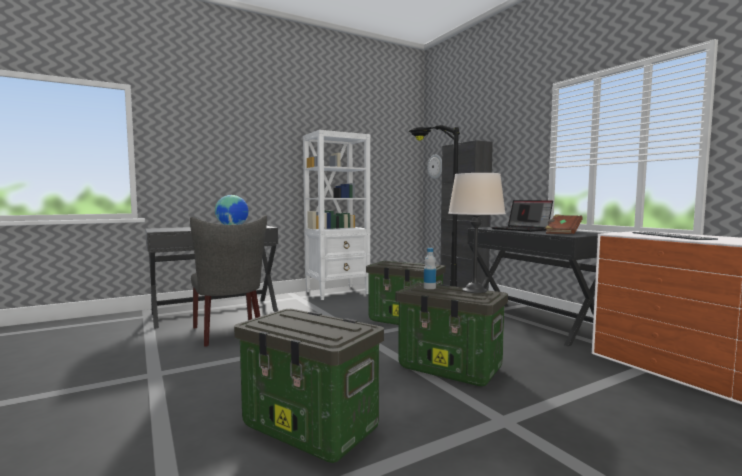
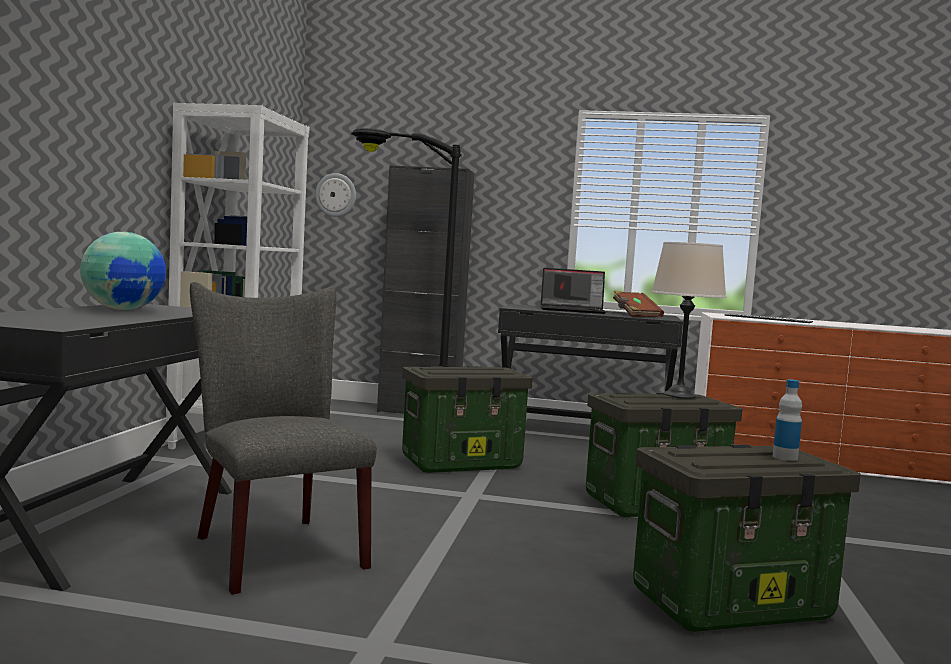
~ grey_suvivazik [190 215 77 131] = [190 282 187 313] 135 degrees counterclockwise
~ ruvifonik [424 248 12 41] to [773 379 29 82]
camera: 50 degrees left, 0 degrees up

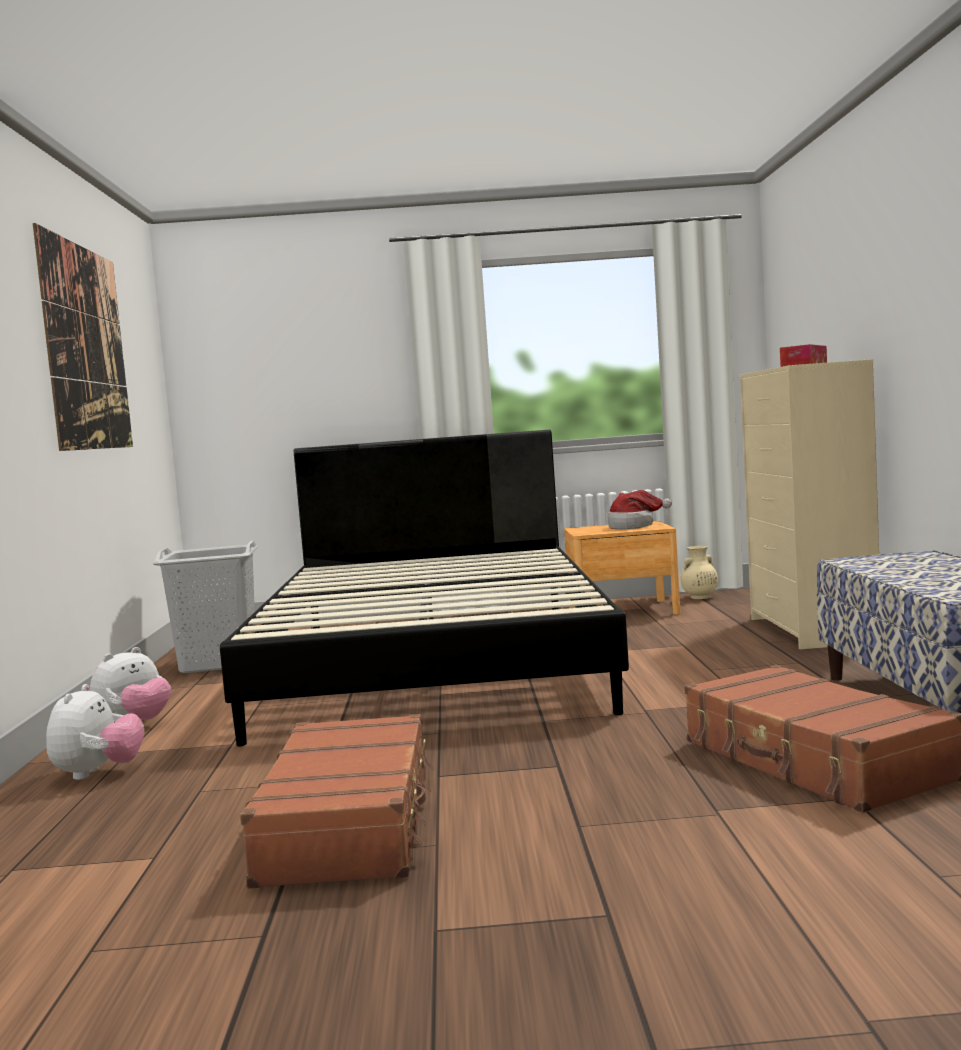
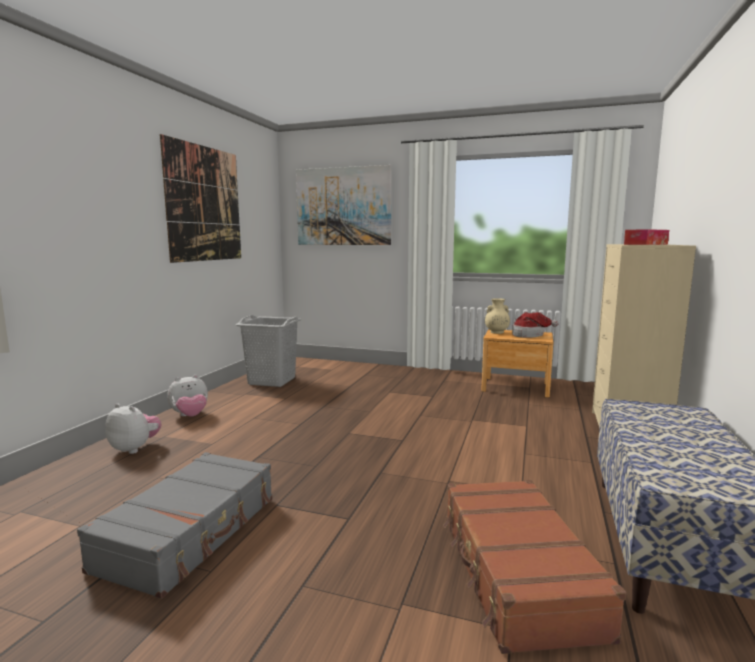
- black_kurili [220 430 409 316]
~ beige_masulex [680 546 38 53] to [485 298 25 36]
~ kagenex [46 684 98 96] = [105 404 56 50] 90 degrees counterclockwise
~ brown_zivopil [240 714 194 175] to grey_zivopil [77 452 195 147]
+ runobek [296 165 95 80]
camera: 20 degrees right, 5 degrees up

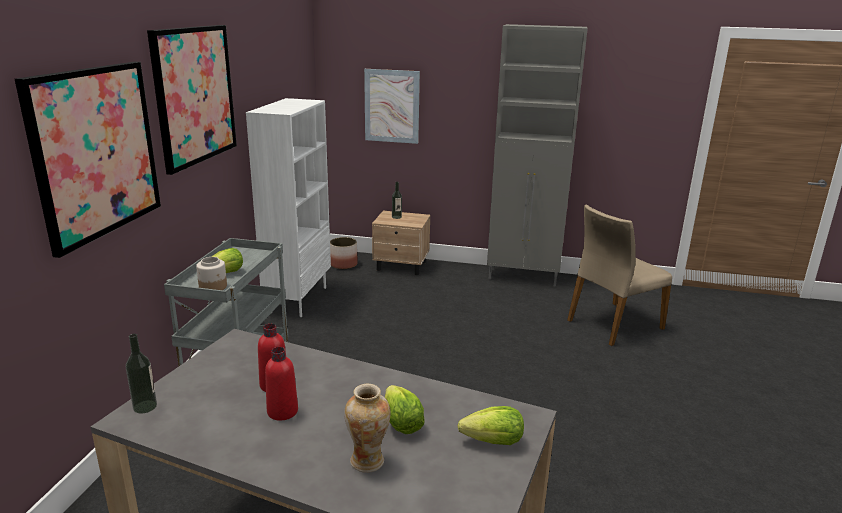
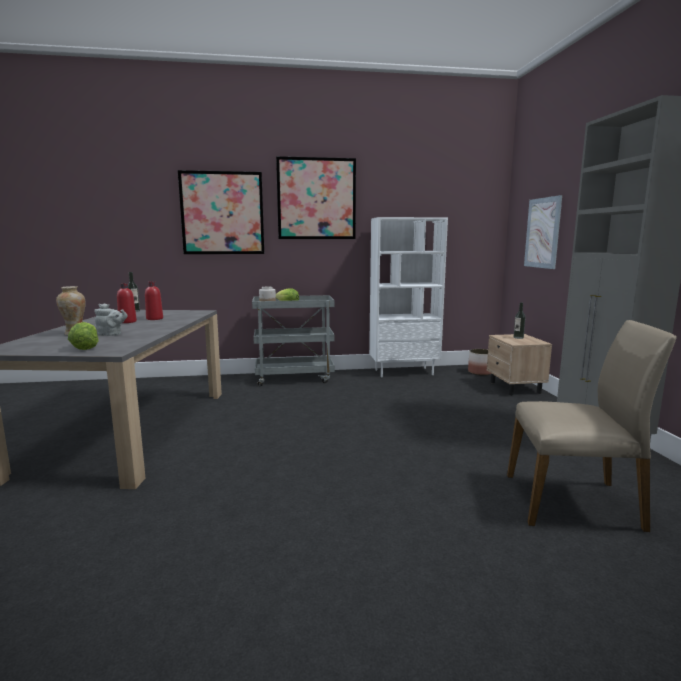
~ beige_suvivazik [567 205 105 141] = [507 320 170 212] 150 degrees clockwise
~ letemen [385 385 40 49] to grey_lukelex [94 303 33 33]
camera: 70 degrees right, 10 degrees down

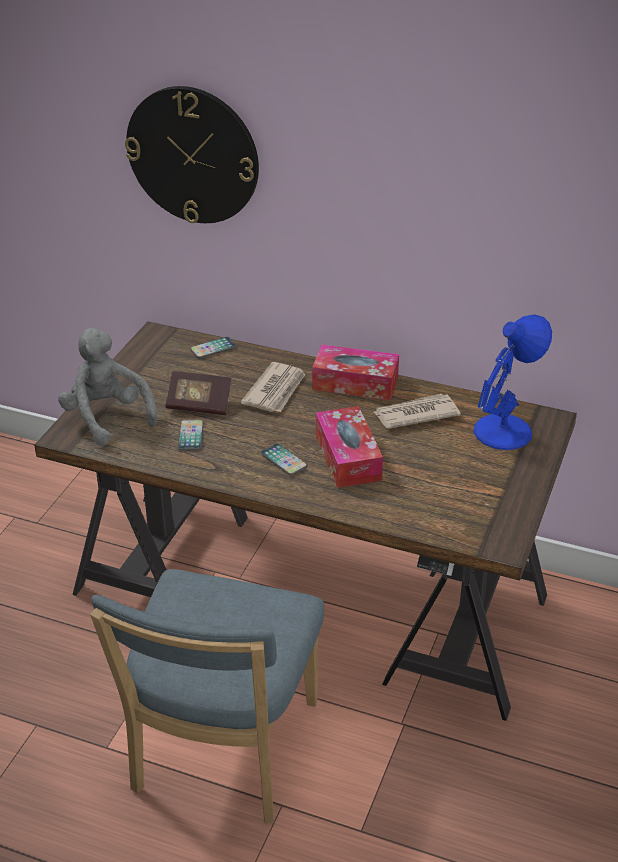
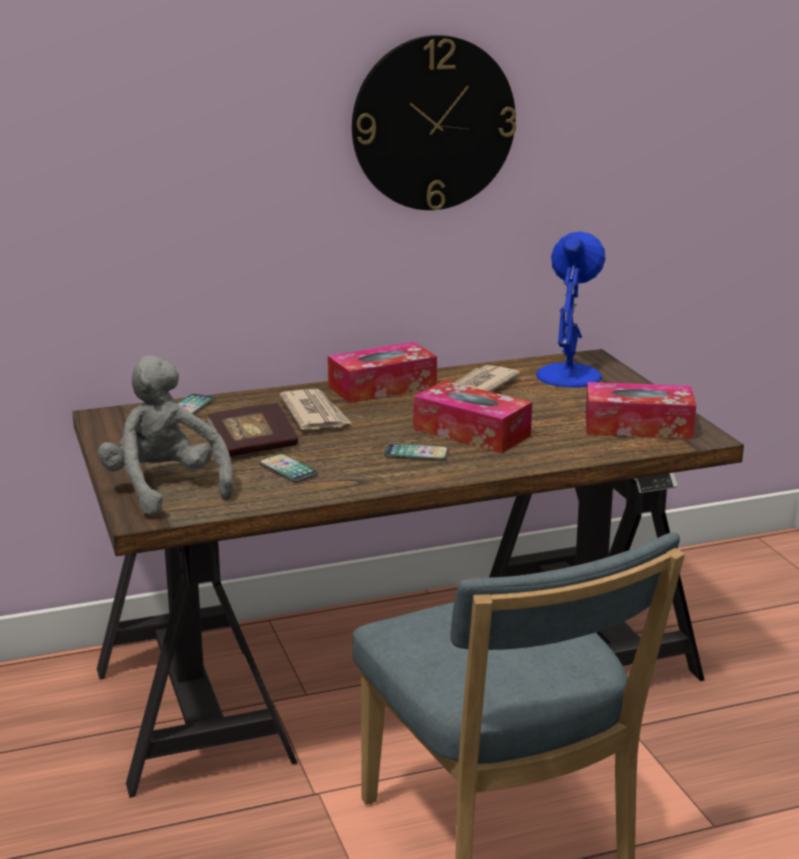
~ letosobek [125 86 134 137] to [352 35 164 175]
~ grey_kagenex [58 328 99 118] = [98 355 135 160] 45 degrees clockwise
+ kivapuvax [586 382 110 57]
camera: 40 degrees left, 15 degrees down

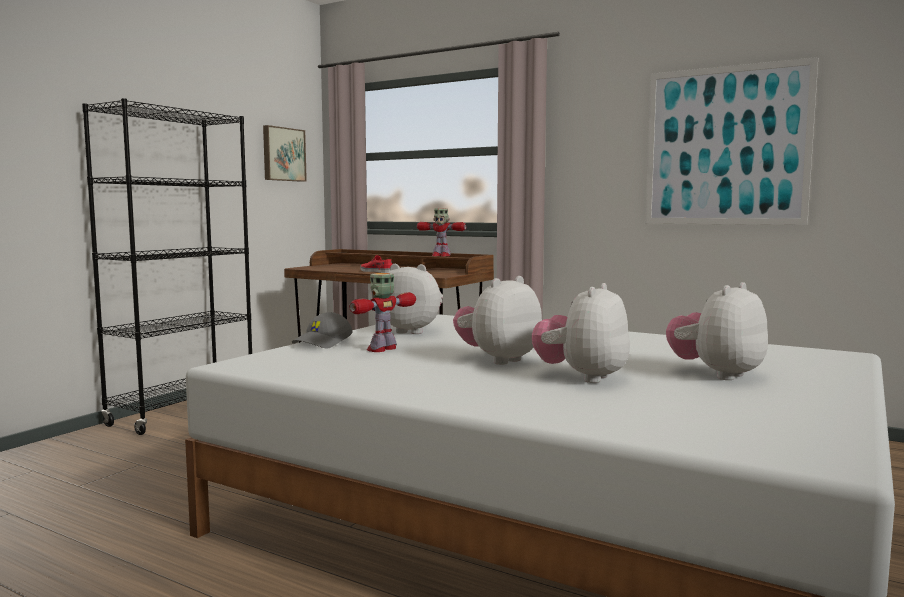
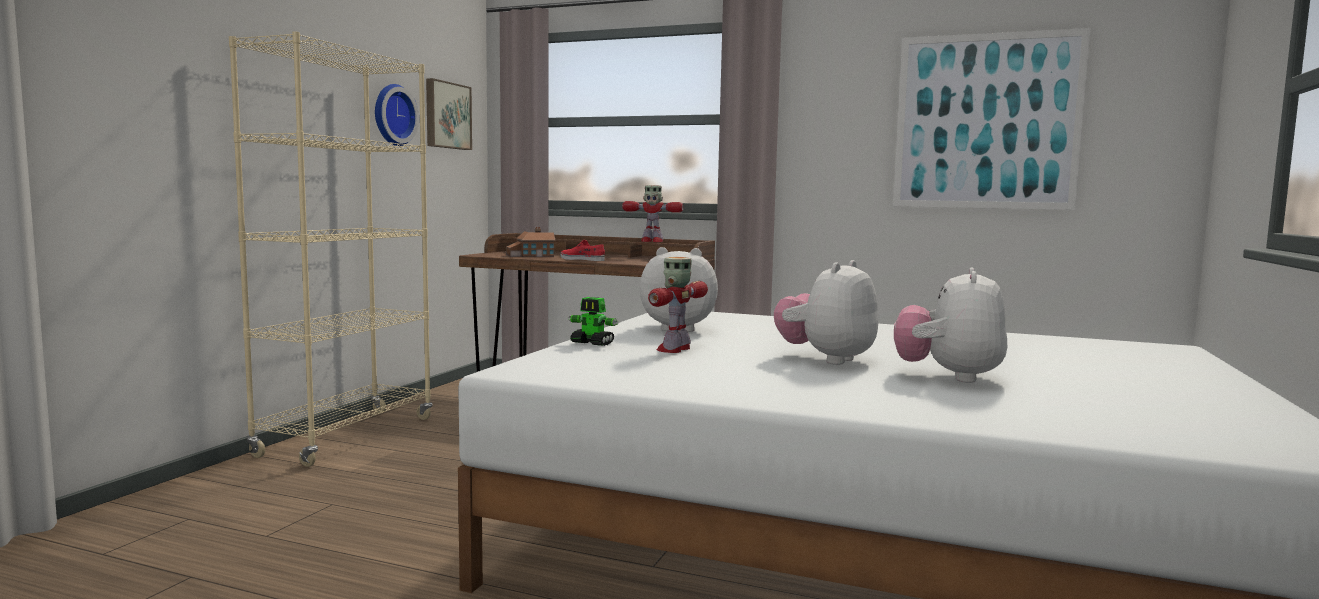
~ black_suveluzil [82 98 170 337] to beige_suveluzil [229 31 203 436]
- kagenex [666 282 102 98]
~ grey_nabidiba [292 312 61 37] to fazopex [568 297 50 49]
+ letosobek [375 84 44 62]
+ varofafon [506 227 49 30]
camera: 10 degrees left, 0 degrees up

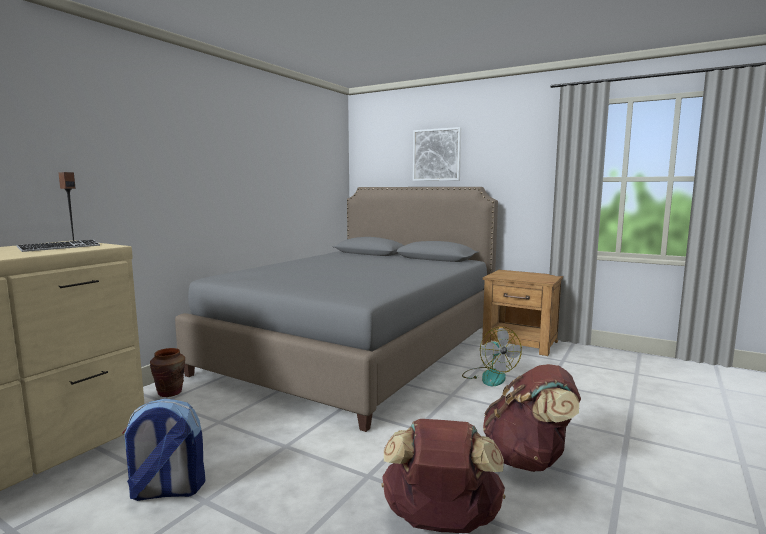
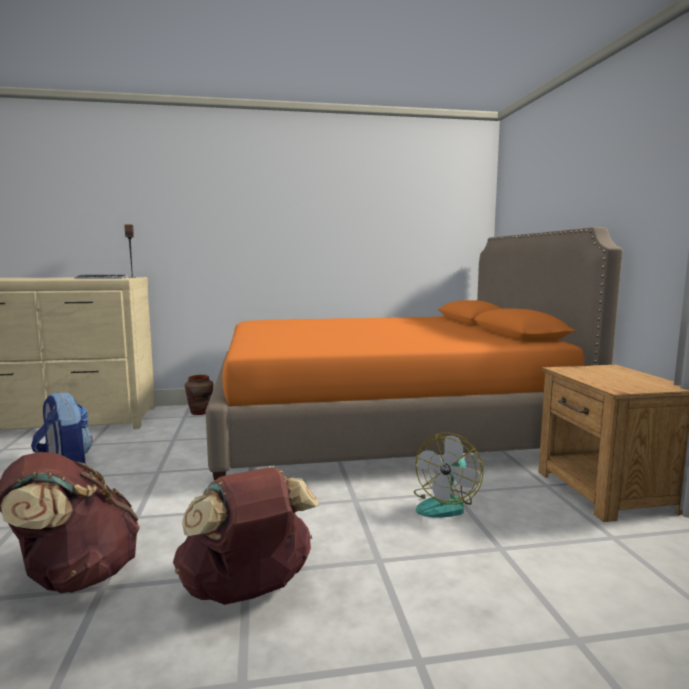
- runobek [413 127 48 54]
~ grey_kurili [175 187 323 245] to orange_kurili [206 227 417 254]
camera: 50 degrees right, 0 degrees up

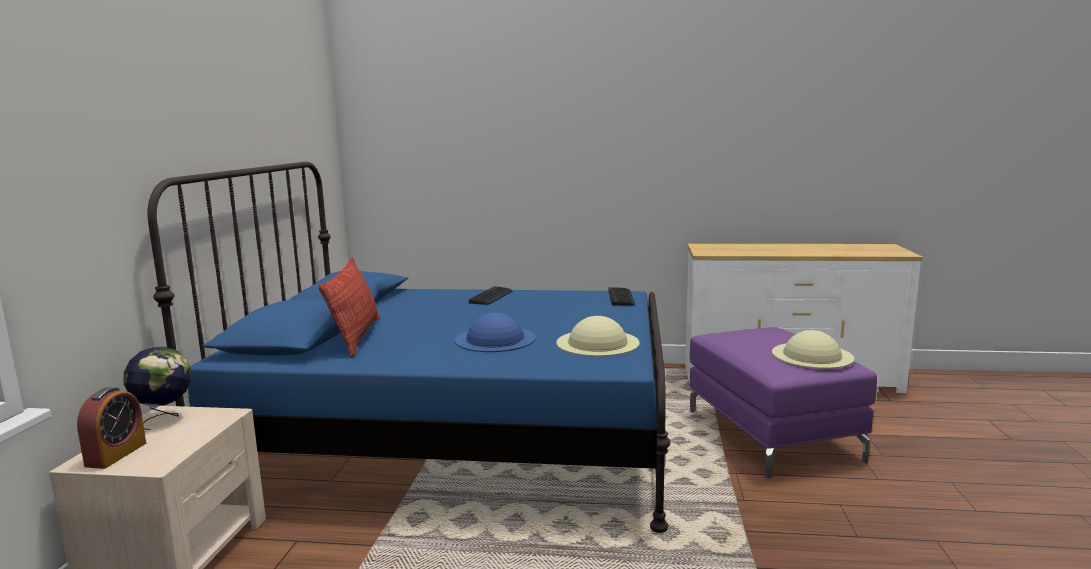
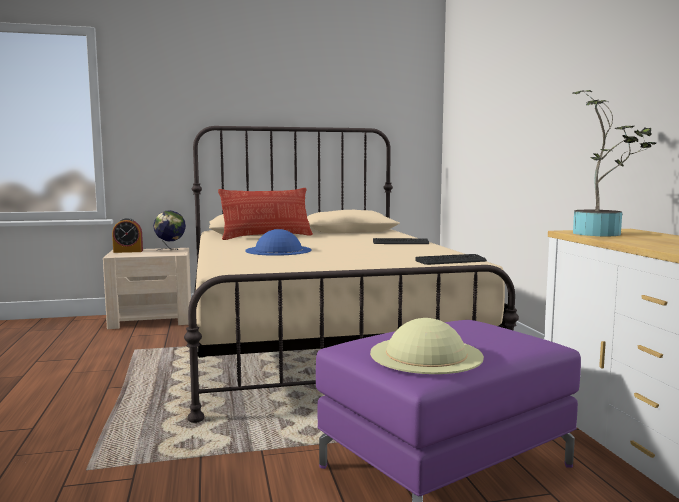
~ blue_kurili [147 162 524 371] to beige_kurili [184 126 335 297]
- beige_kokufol [556 316 84 41]
+ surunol [572 90 84 146]
camera: 70 degrees right, 5 degrees down

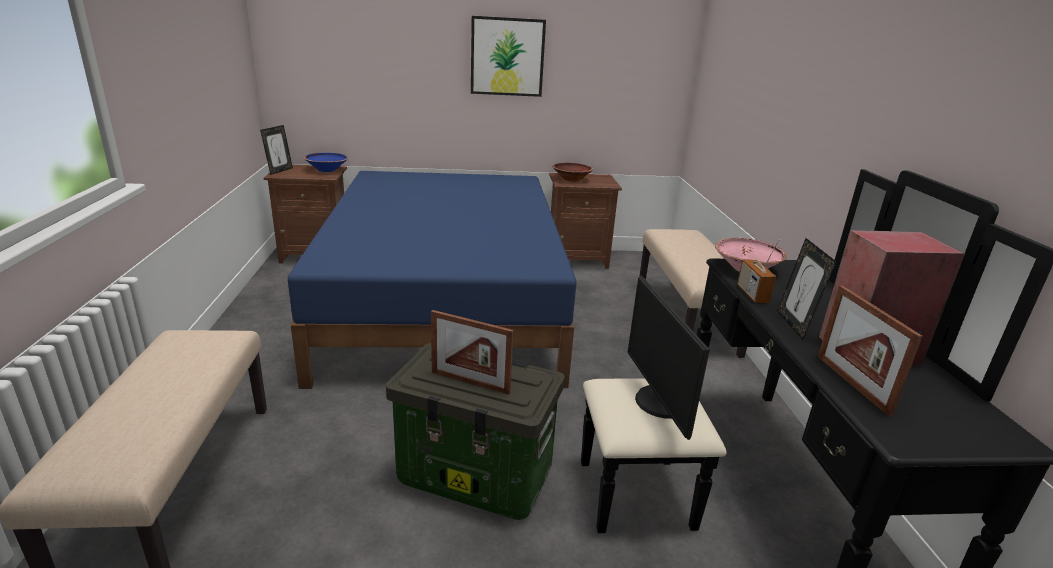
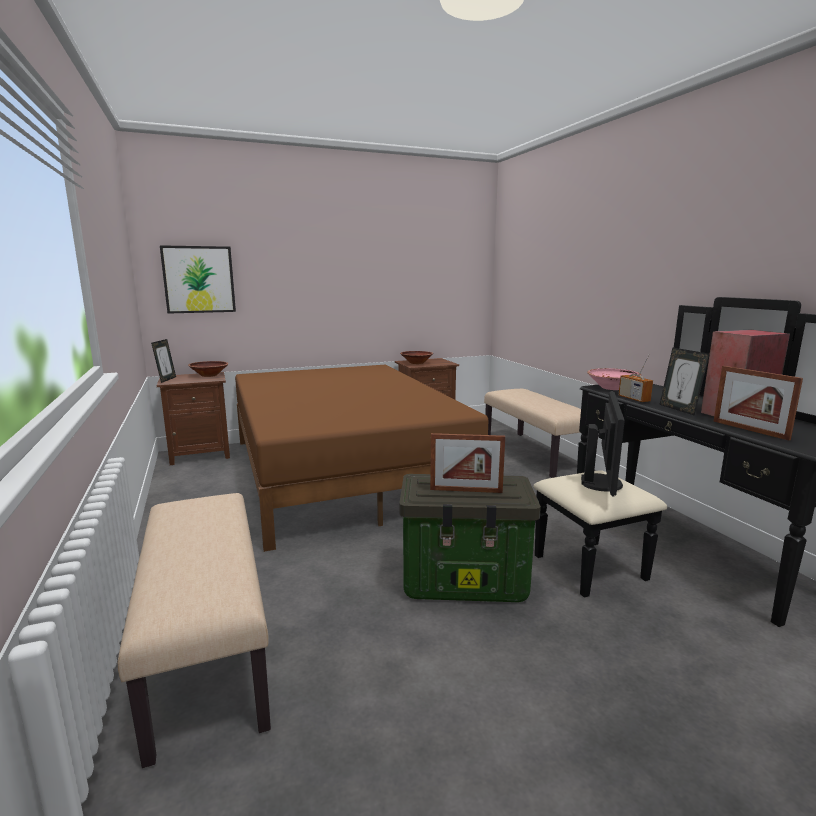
~ runobek [471 16 75 81] to [160 245 76 69]
~ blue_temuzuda [304 153 44 19] to brown_temuzuda [188 361 40 16]
~ blue_kurili [288 171 288 218] to brown_kurili [235 365 254 187]
~ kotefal [628 276 82 164] = [581 391 44 105] 135 degrees counterclockwise
camera: 15 degrees left, 10 degrees down

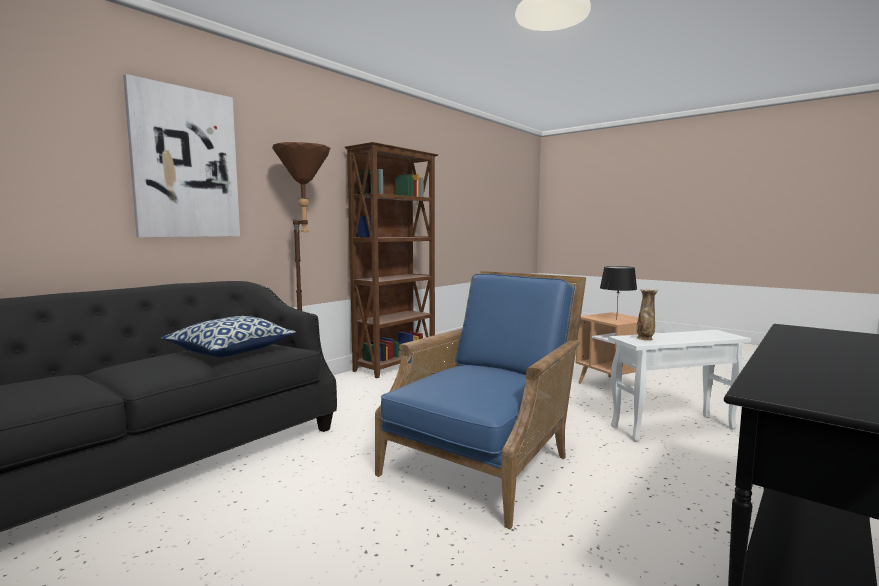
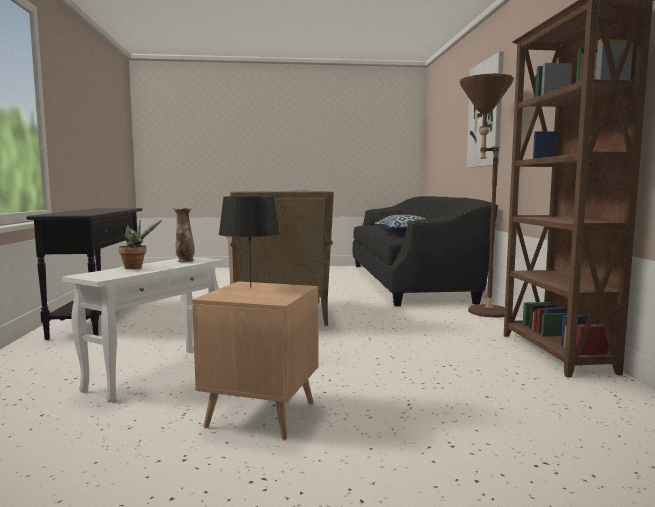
+ surunol [118 220 44 49]
camera: 135 degrees right, 0 degrees up

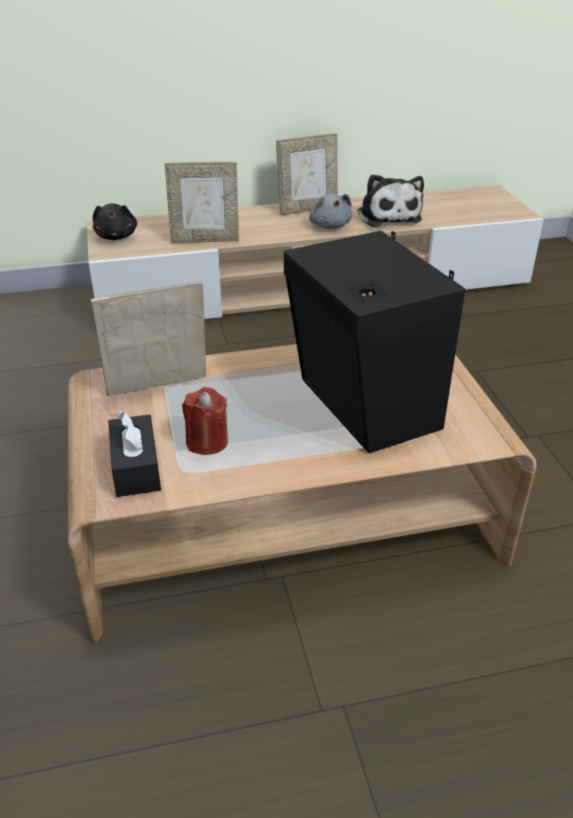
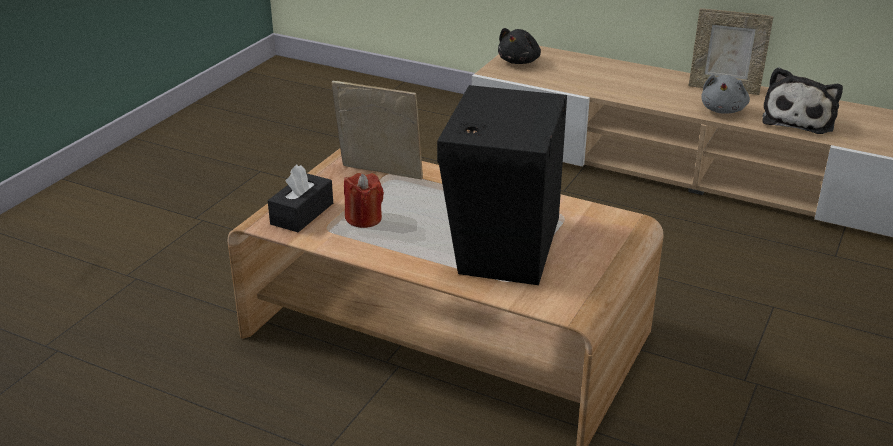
- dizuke [165 162 74 81]
camera: 40 degrees right, 5 degrees down

